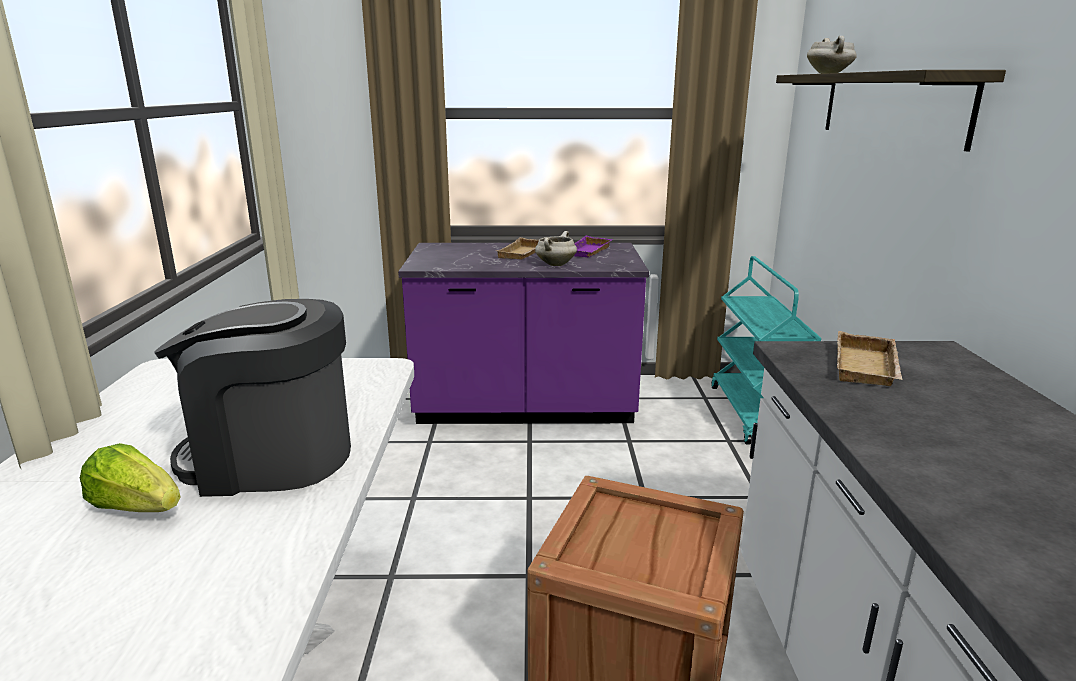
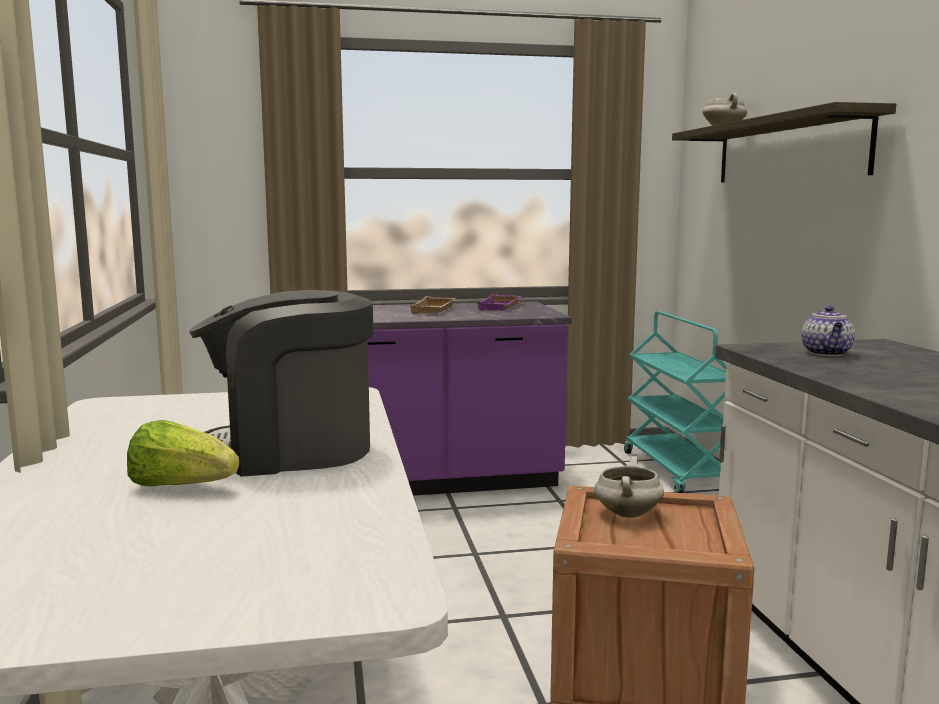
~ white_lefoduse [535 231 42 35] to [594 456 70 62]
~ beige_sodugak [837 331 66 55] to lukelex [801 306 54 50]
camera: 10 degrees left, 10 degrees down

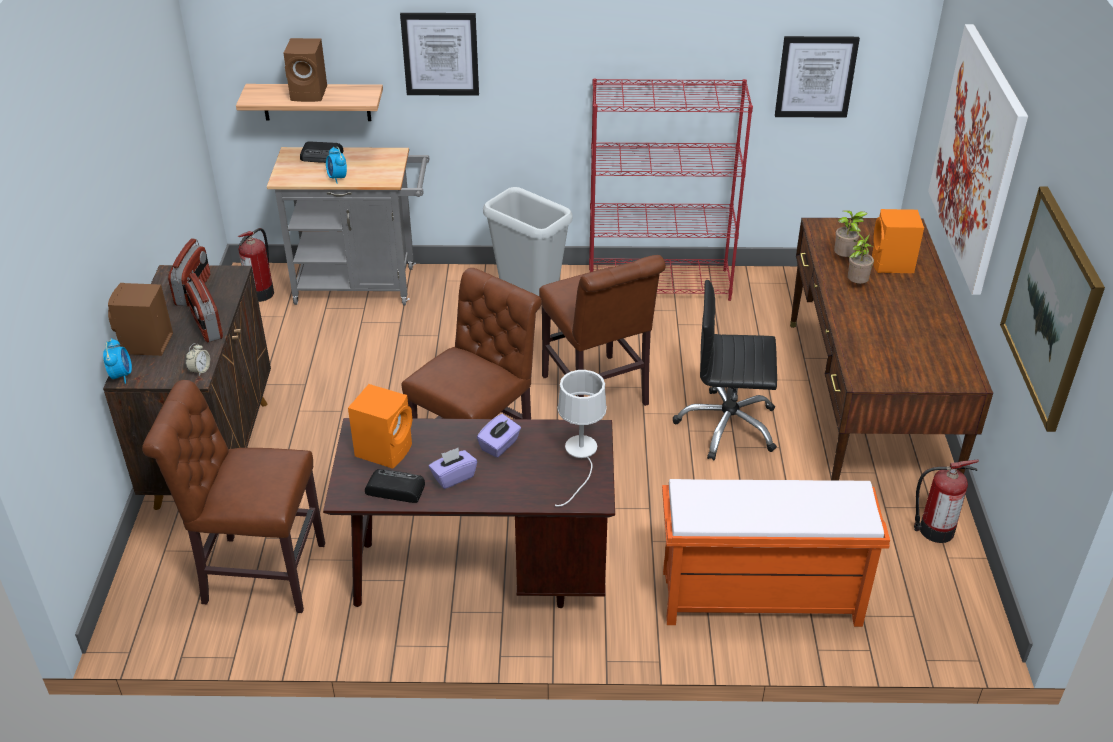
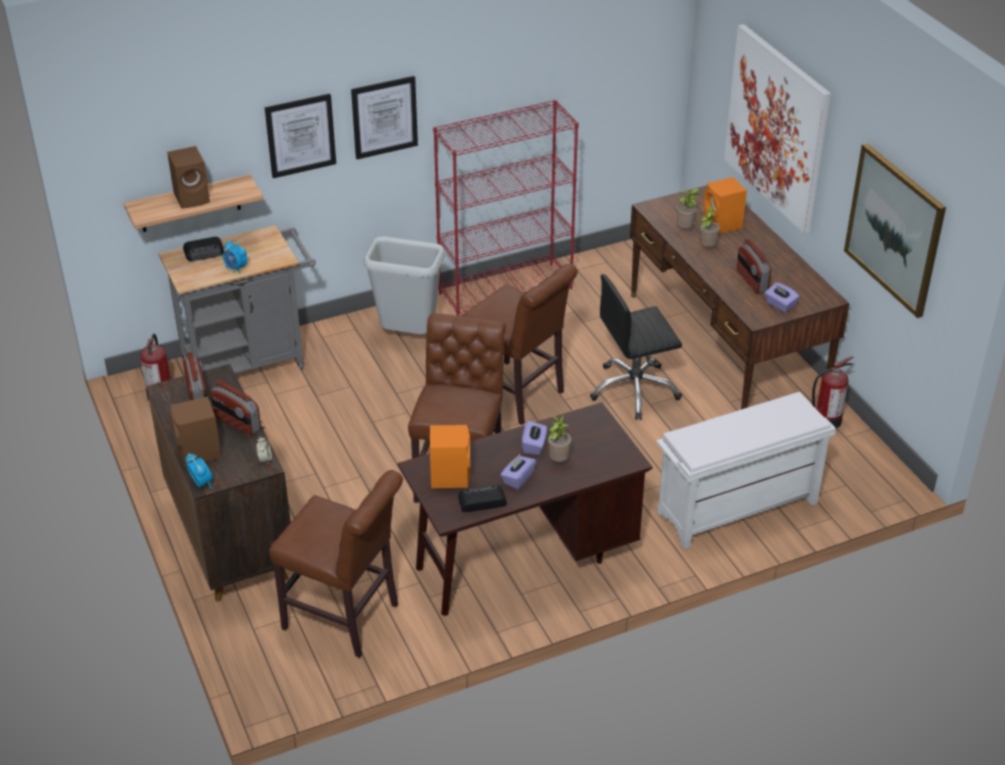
~ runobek [775 36 85 82] to [351 76 67 83]
- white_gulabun [555 370 52 137]
~ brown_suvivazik [142 380 183 233] = [269 470 134 188] 135 degrees counterclockwise
~ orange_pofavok [662 479 228 148] to white_pofavok [657 392 179 157]
+ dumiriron [737 239 34 55]
+ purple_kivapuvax [765 282 35 31]
+ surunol [548 413 24 49]
camera: 25 degrees left, 0 degrees up

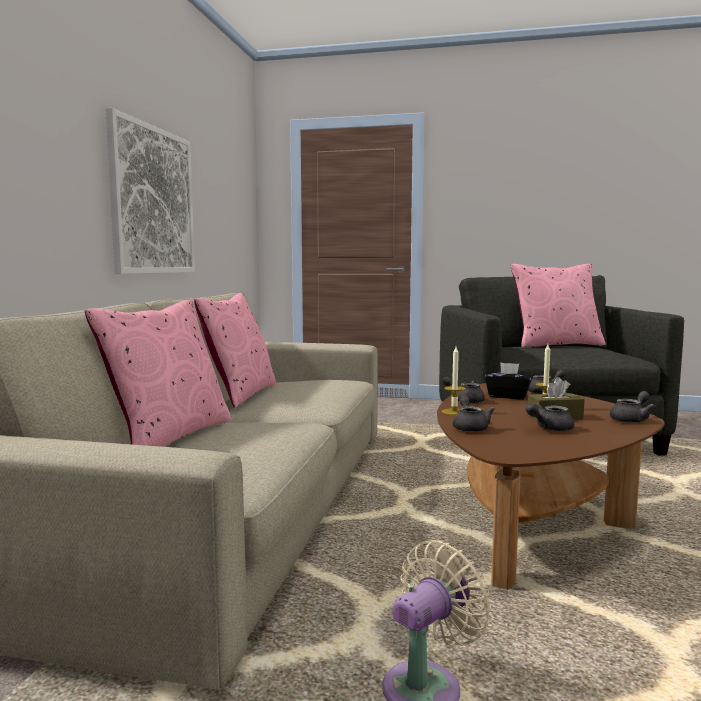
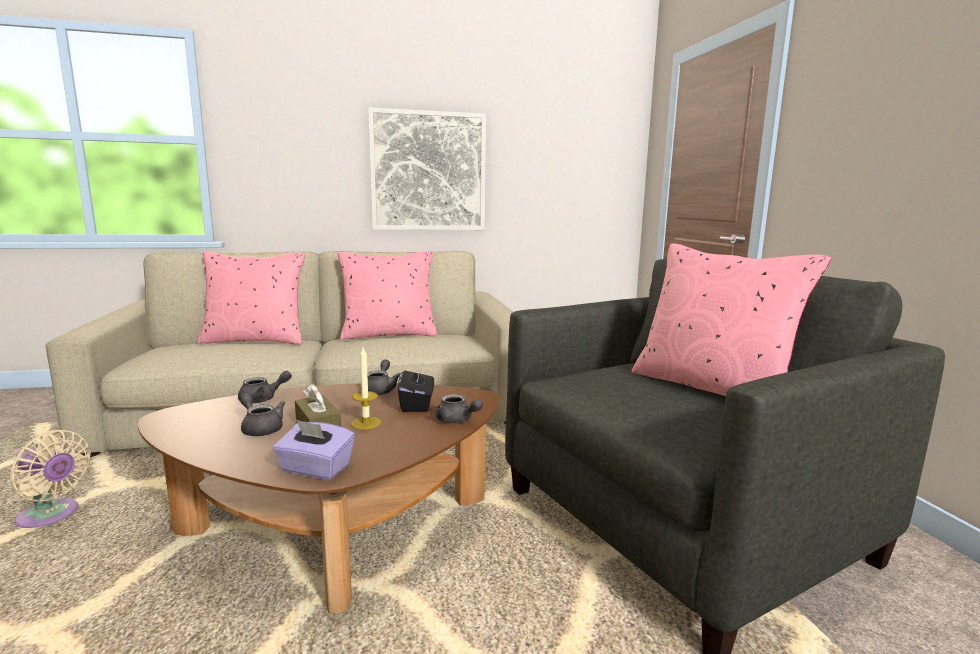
- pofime [442 347 24 68]
~ grey_lukelex [610 391 45 32] to purple_kivapuvax [273 420 82 60]
camera: 65 degrees right, 5 degrees up

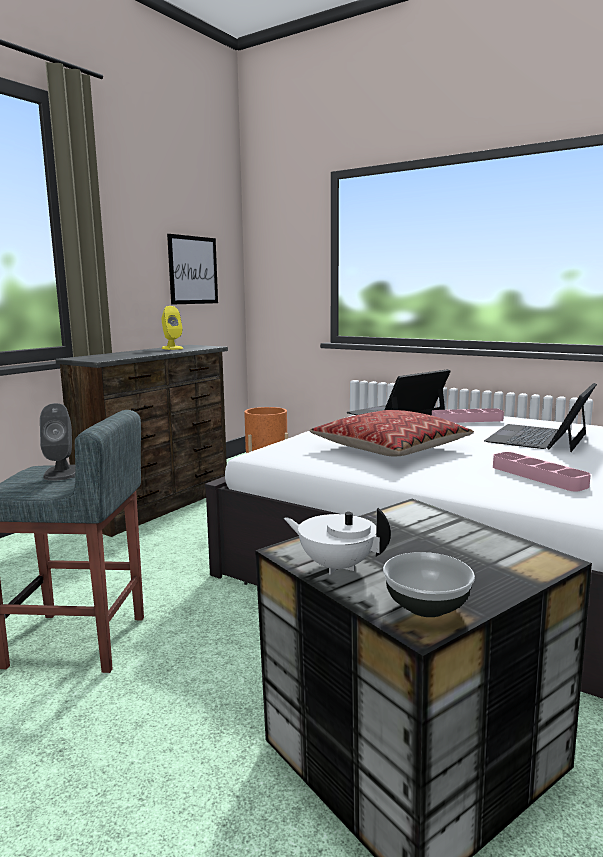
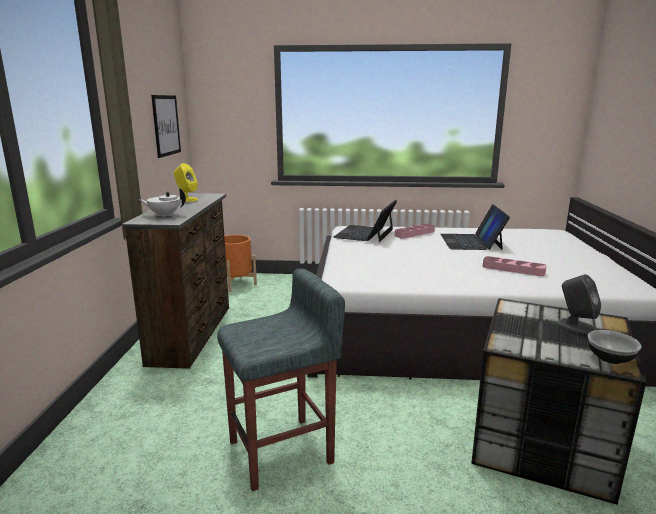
~ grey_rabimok [40 403 35 78] to [557 274 44 60]
- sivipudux [310 410 164 46]
~ white_lukelex [284 508 107 67] to [138 188 48 29]
camera: 30 degrees left, 5 degrees up

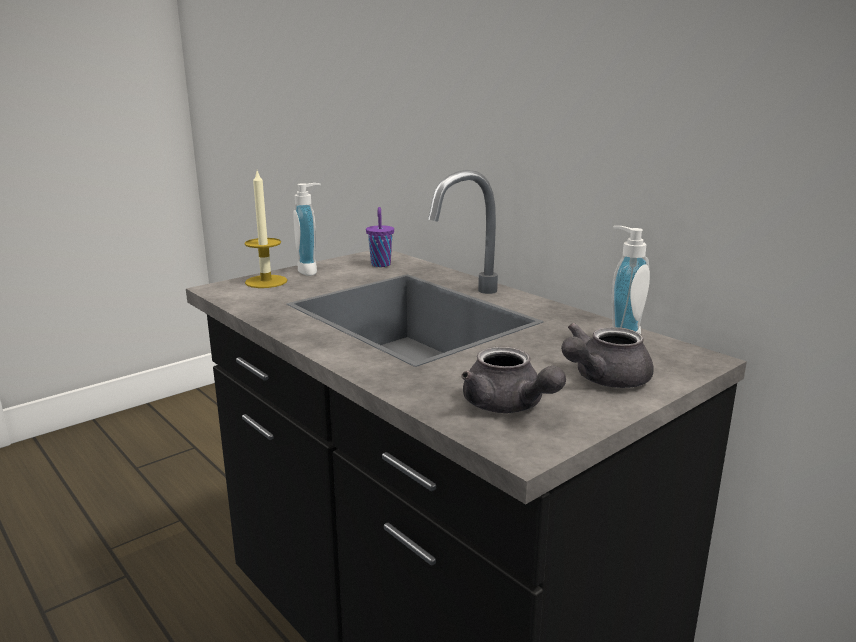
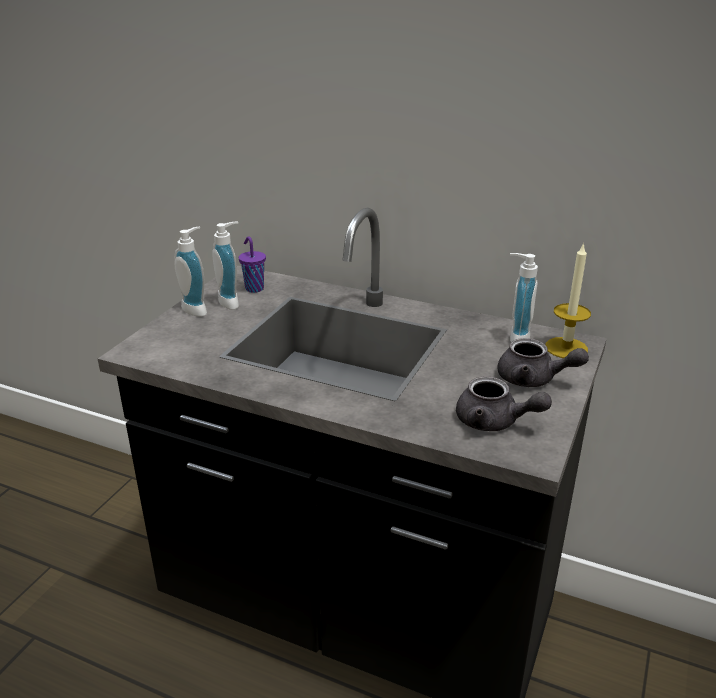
~ pofime [245 171 42 117] to [545 242 46 116]
~ grey_lukelex [561 323 93 65] = [498 338 91 49] 90 degrees counterclockwise
+ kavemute [212 222 27 88]
camera: 25 degrees left, 10 degrees up

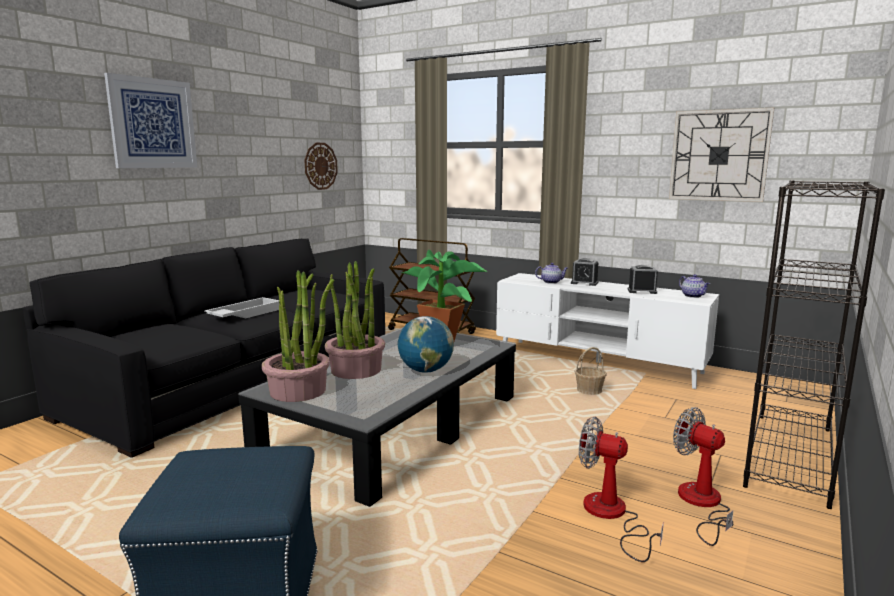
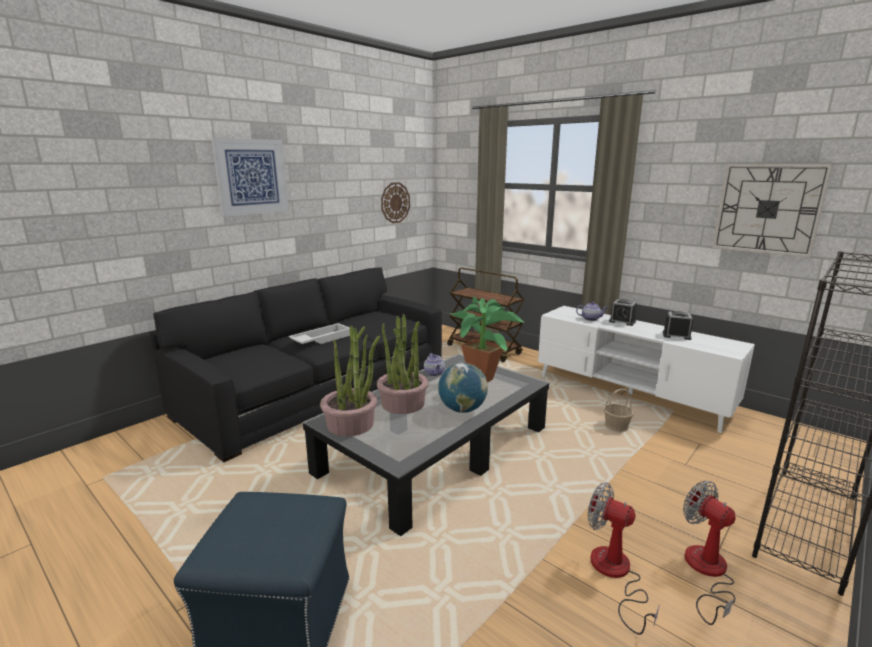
~ lukelex [679 274 31 24] to [424 353 21 23]
camera: 10 degrees right, 5 degrees up

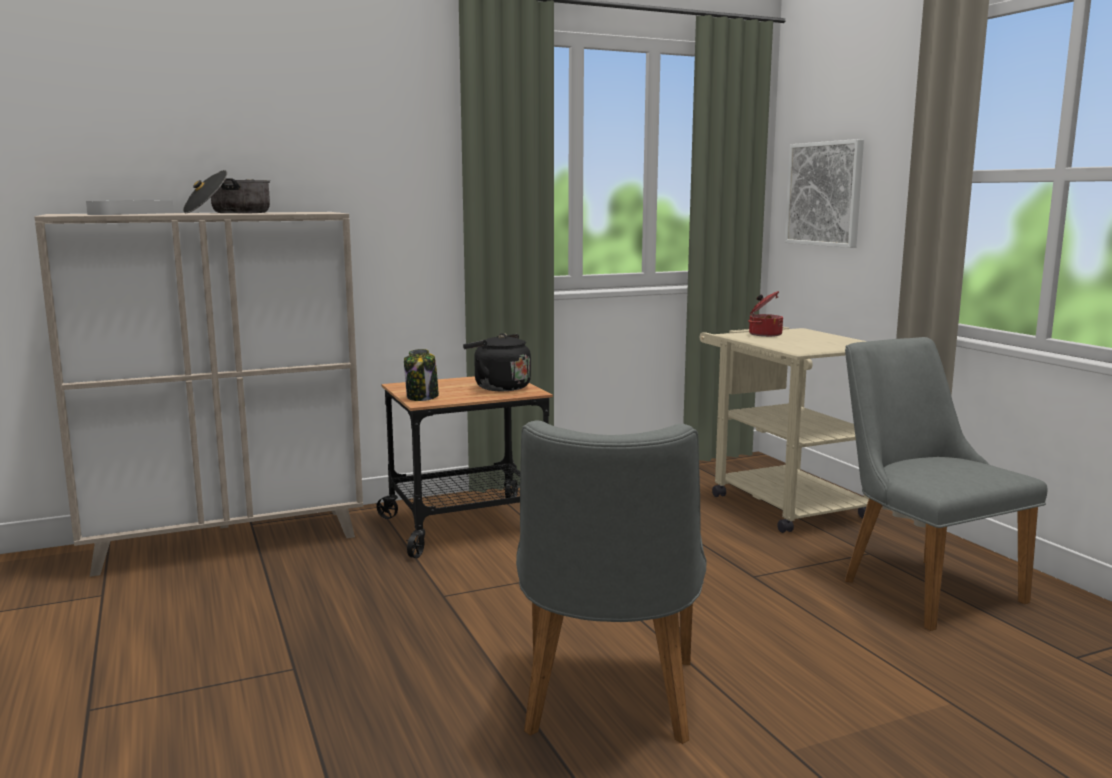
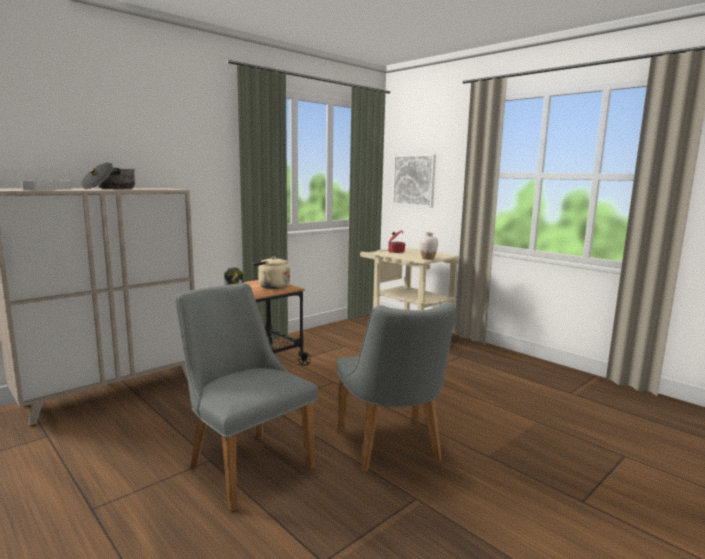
~ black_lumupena [463 333 68 58] to beige_lumupena [252 257 38 32]
~ grey_suvivazik [845 337 203 294] to [175 283 143 229]
+ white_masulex [420 232 18 28]
camera: 20 degrees left, 0 degrees up

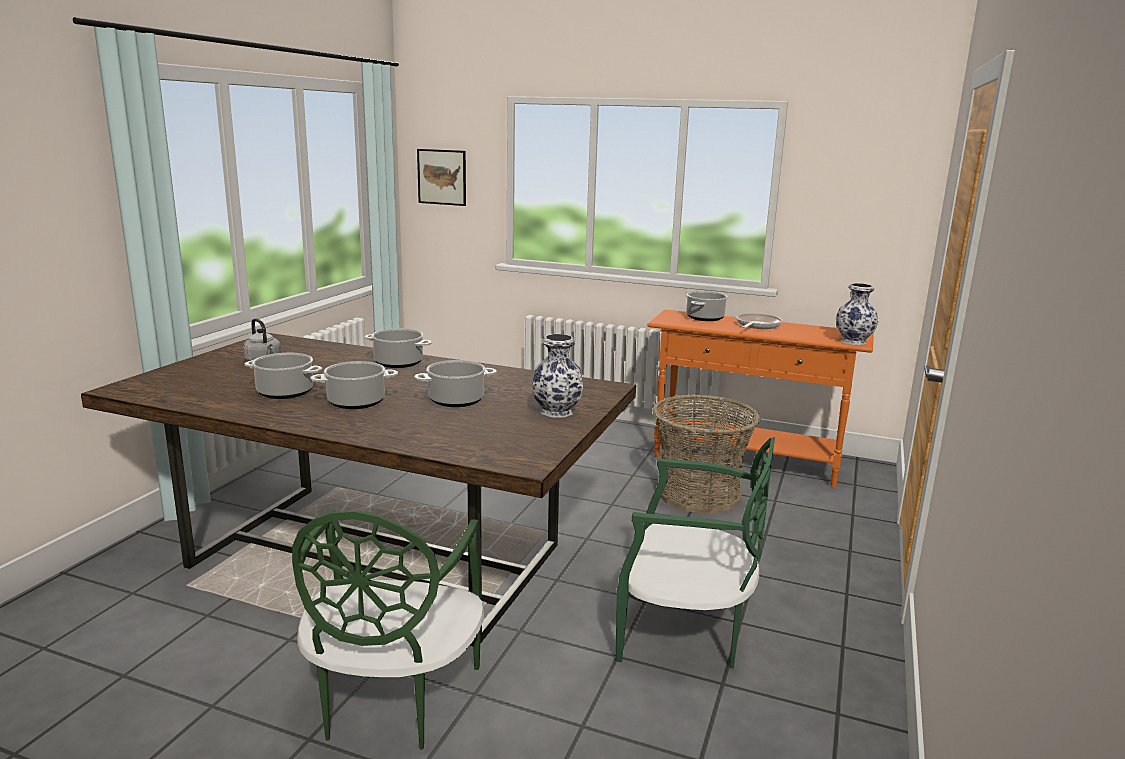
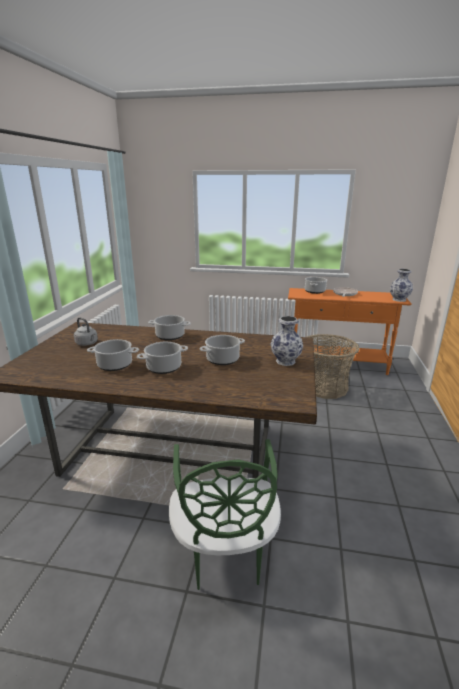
- runobek [417 149 49 57]
- green_suvivazik [616 437 159 231]
camera: 10 degrees left, 5 degrees up

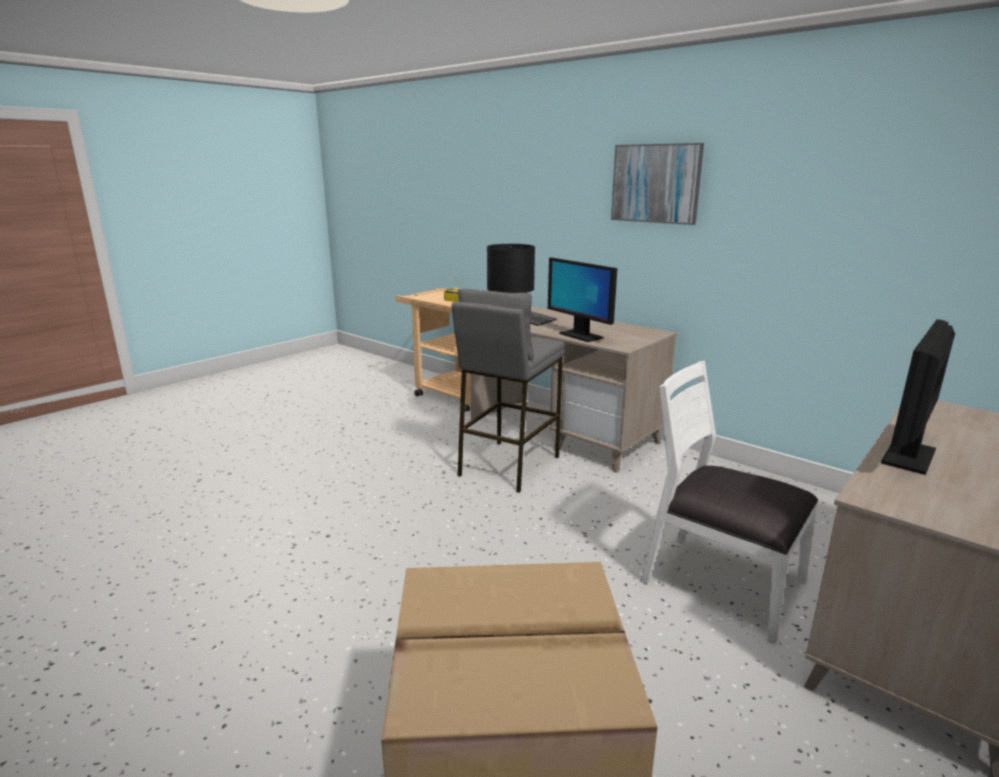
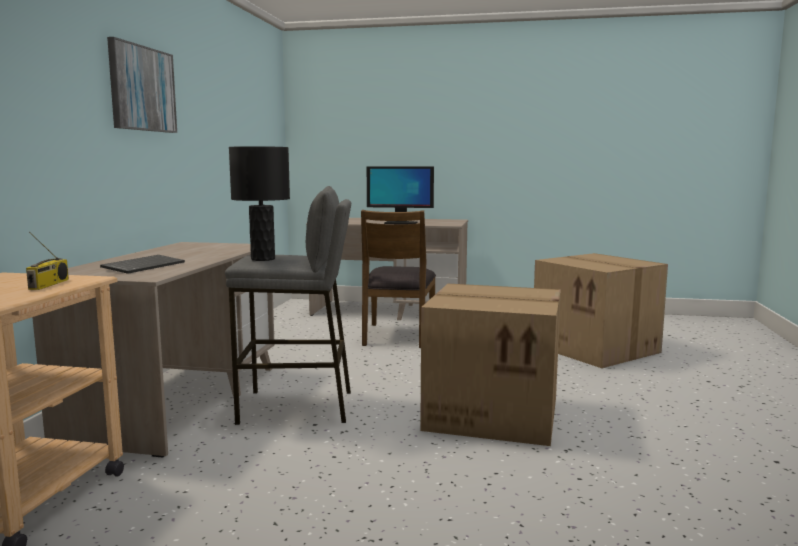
- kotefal [548 257 69 85]
~ white_suvivazik [640 361 178 283] to brown_suvivazik [361 210 75 138]
+ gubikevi [420 284 141 162]
camera: 120 degrees left, 10 degrees down

